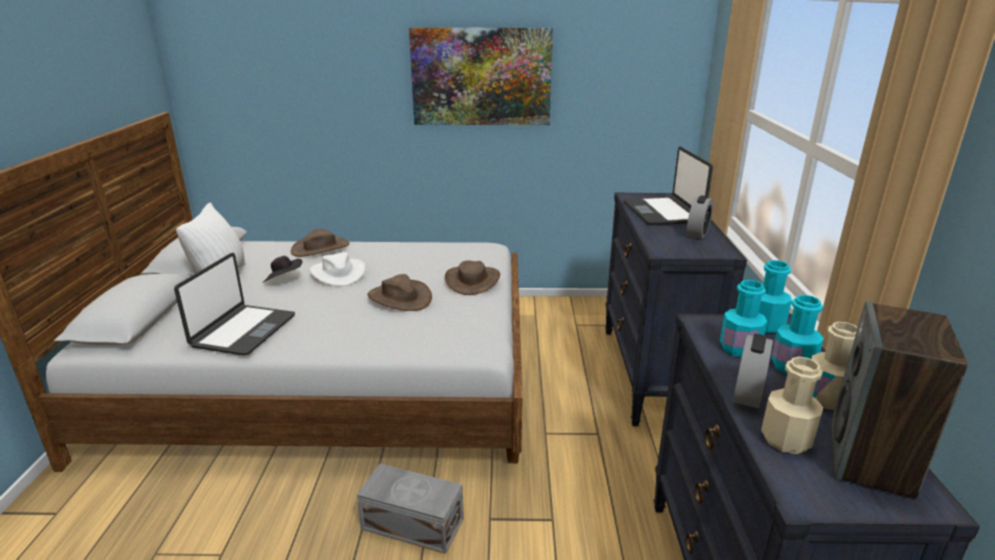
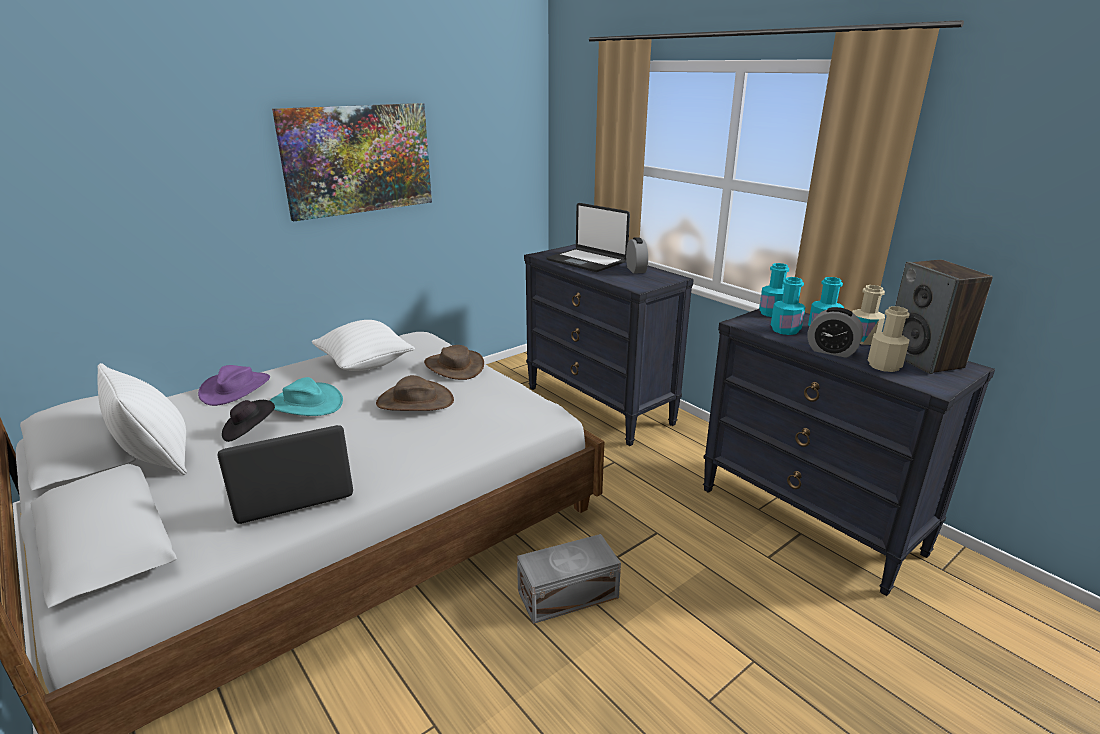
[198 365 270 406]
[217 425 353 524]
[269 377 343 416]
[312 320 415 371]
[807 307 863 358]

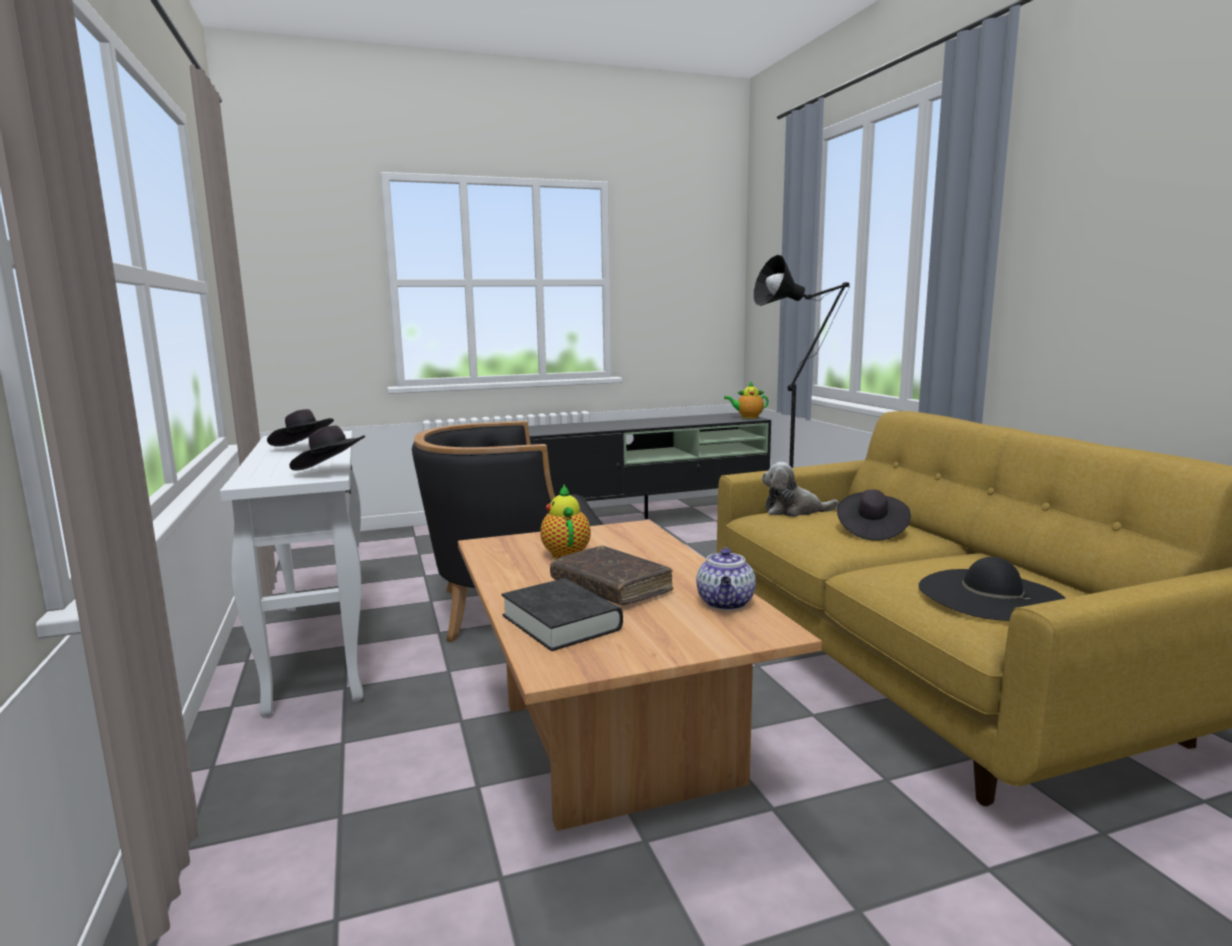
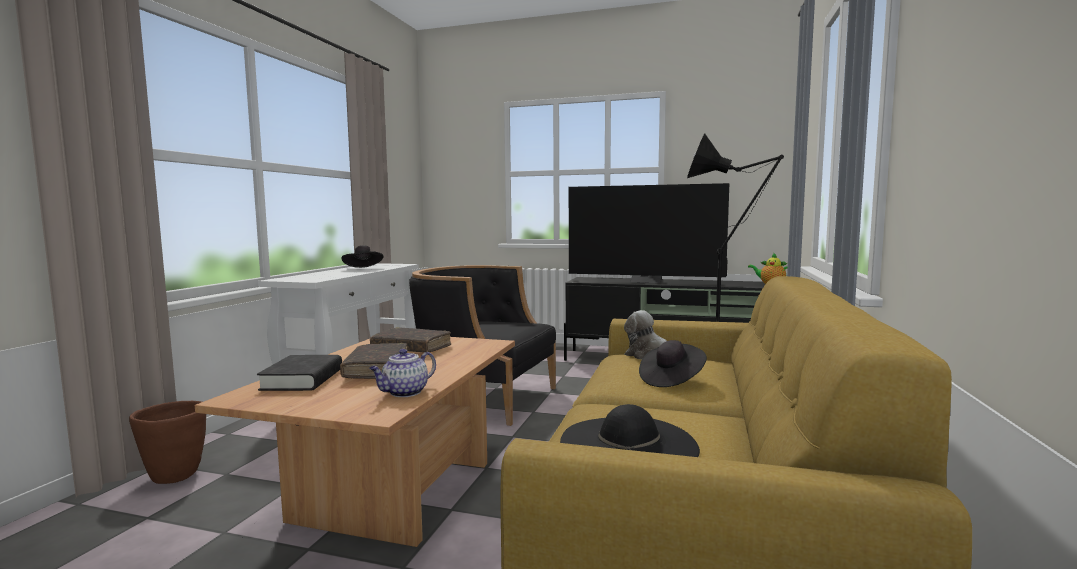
[129 401 206 484]
[370 327 452 353]
[569 183 729 283]
[289 426 365 471] (first image)

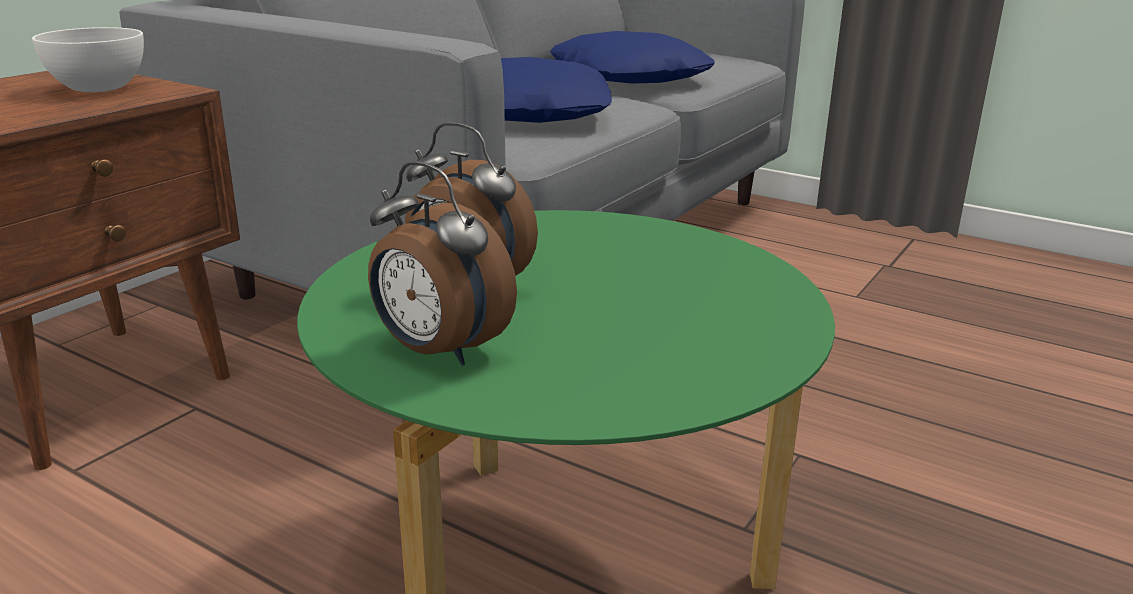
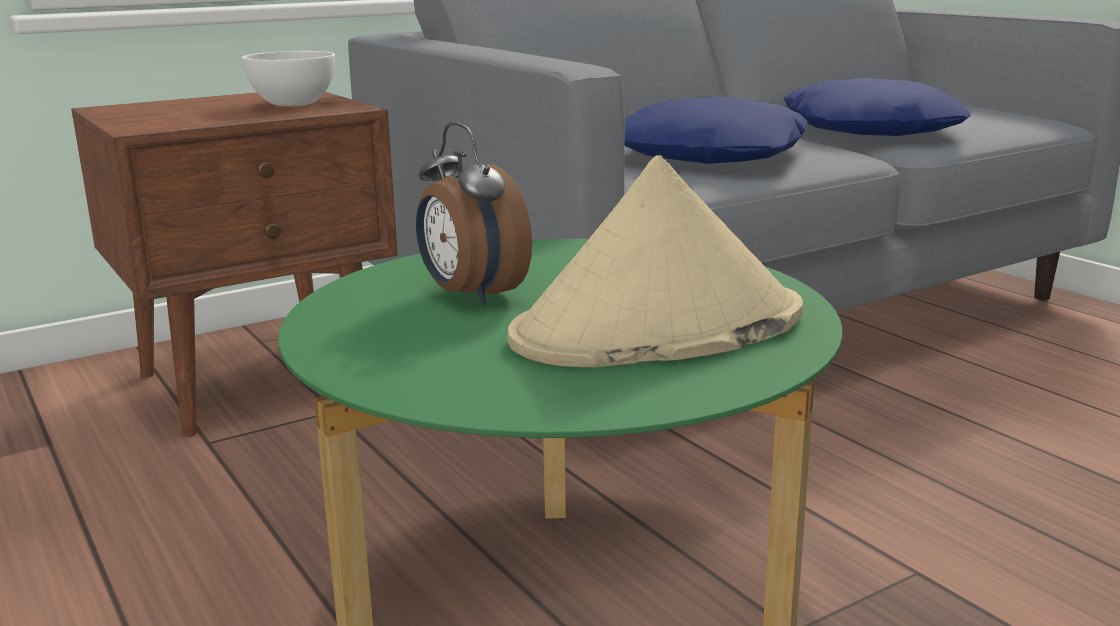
[507 155 803 368]
[368 161 517 366] (first image)

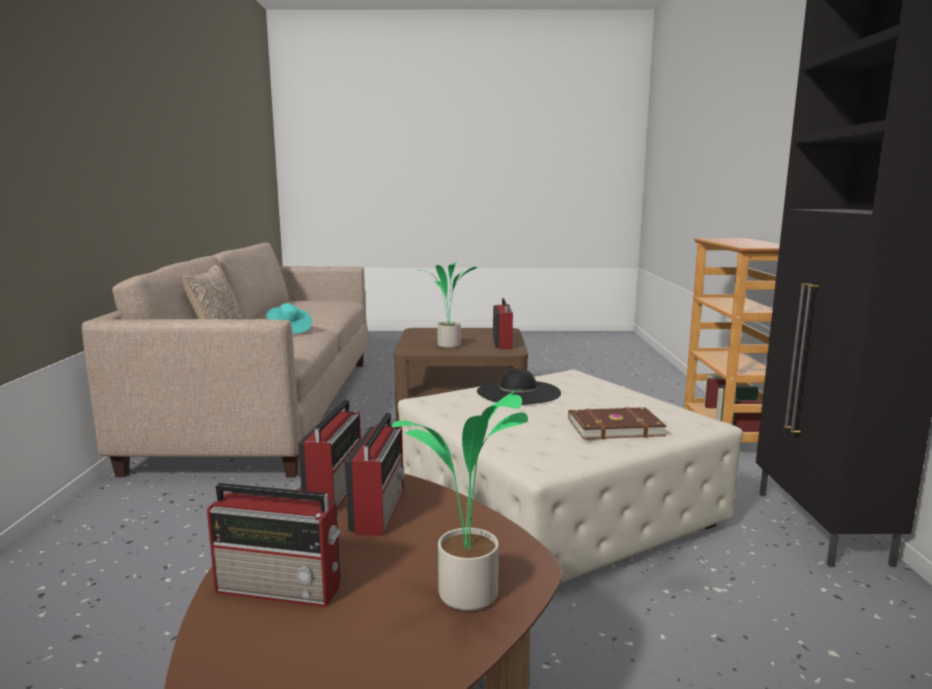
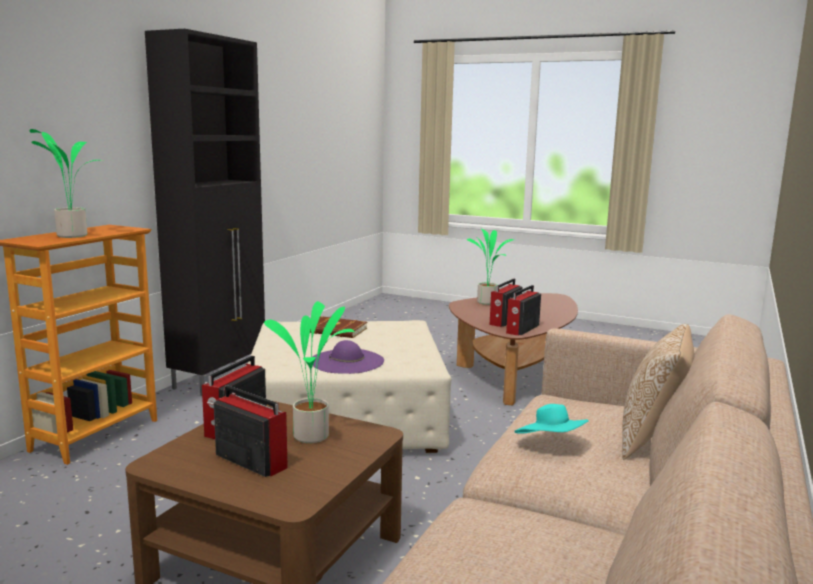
[30 129 103 238]
[214 385 288 477]
[313 340 384 374]

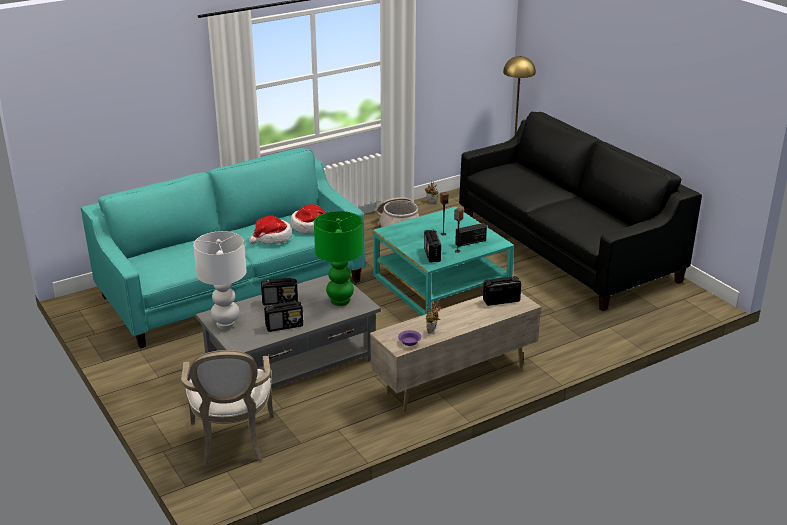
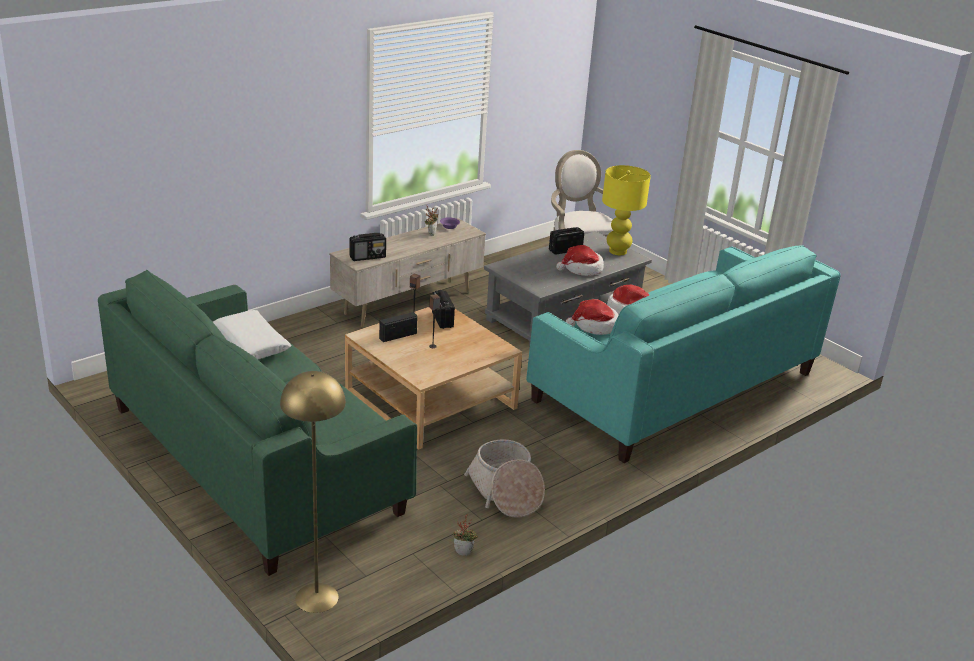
[98 270 417 576]
[213 310 291 360]
[345 307 522 450]
[556 245 604 276]
[602 165 651 255]
[314 211 363 306] (first image)

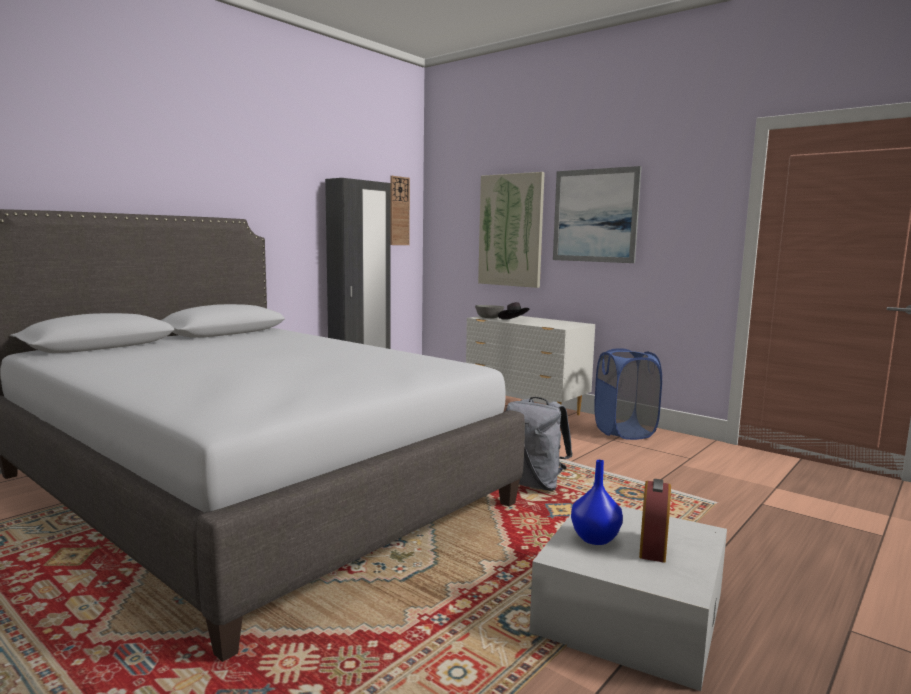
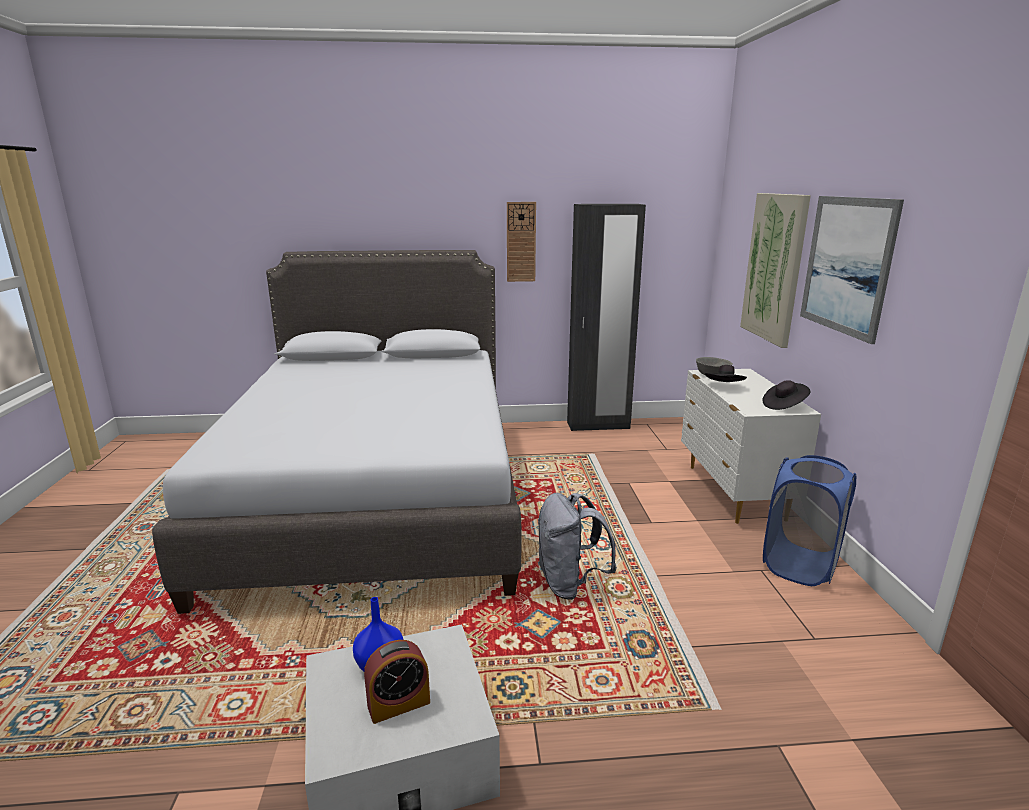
[507 202 536 282]
[762 380 810 410]

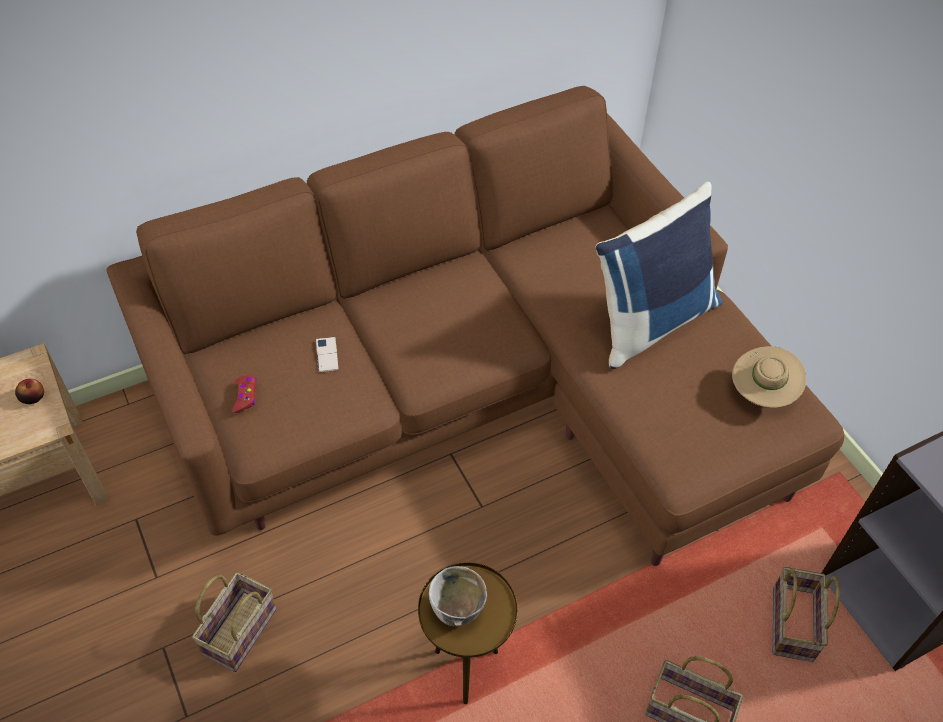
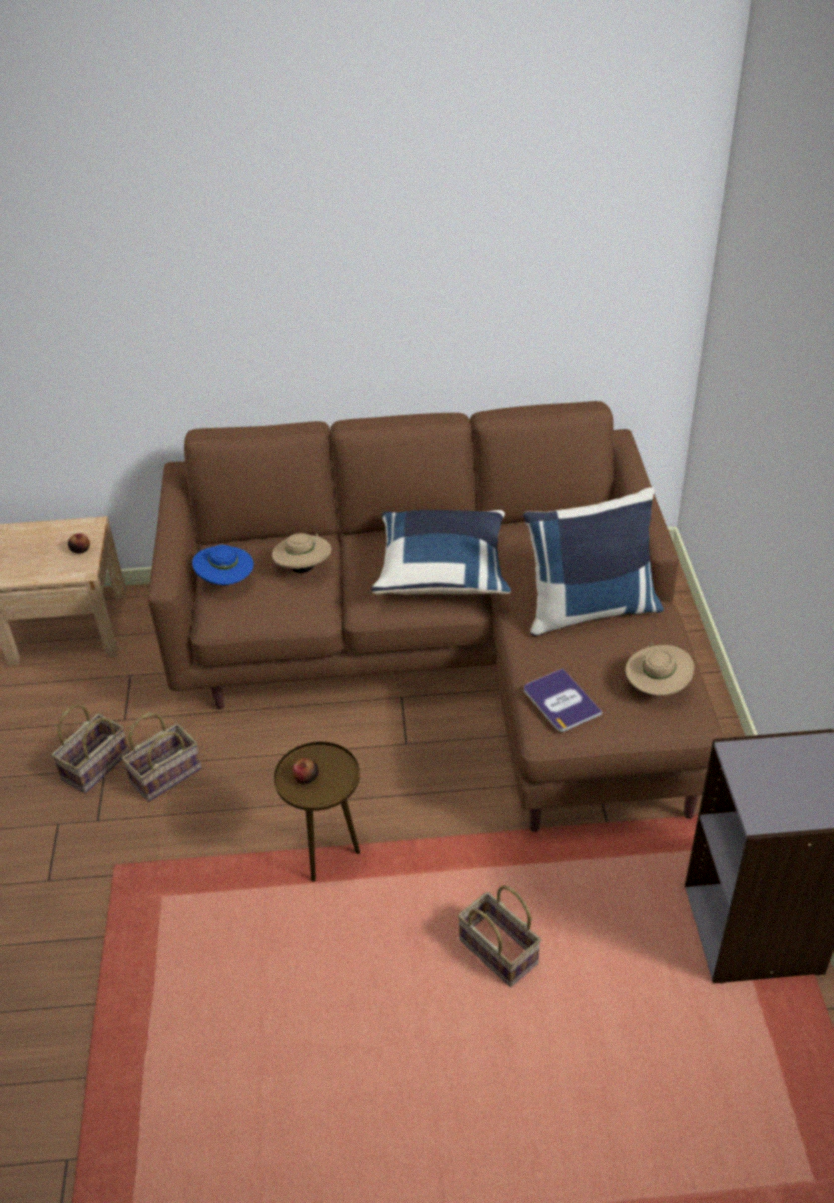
[51 704 129 793]
[192 545 254 586]
[272 533 331 573]
[292 758 319 784]
[371 510 511 595]
[524 668 602 732]

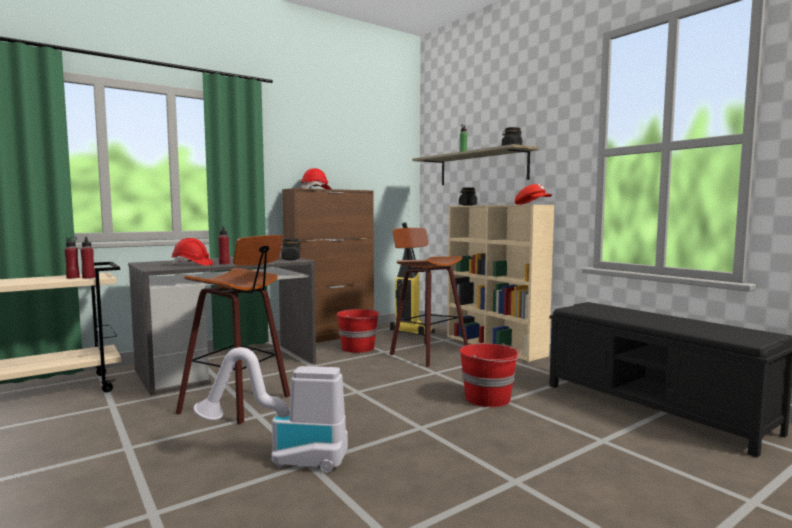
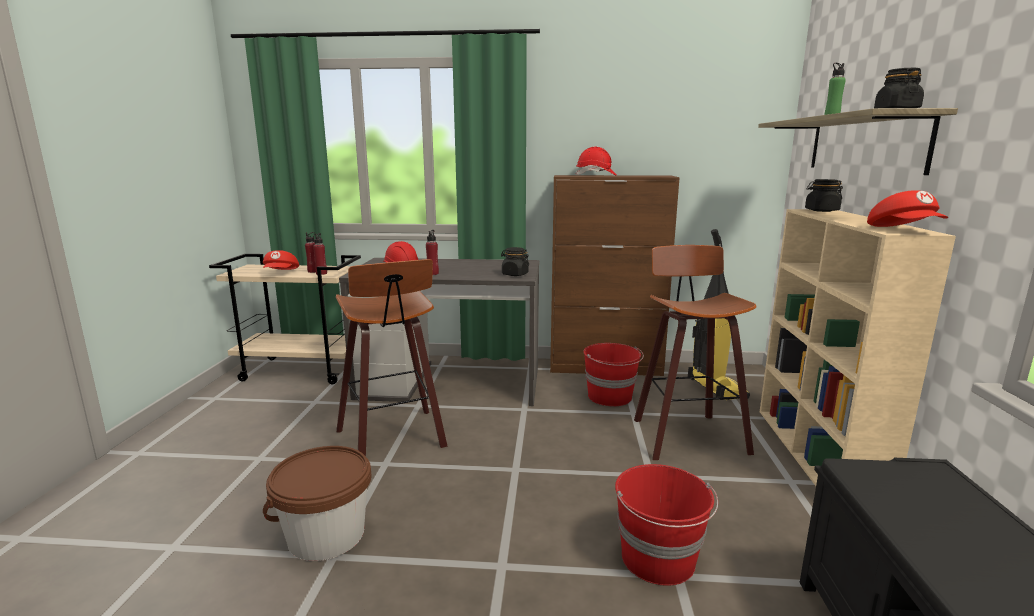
[263 250 299 270]
[263 446 371 561]

